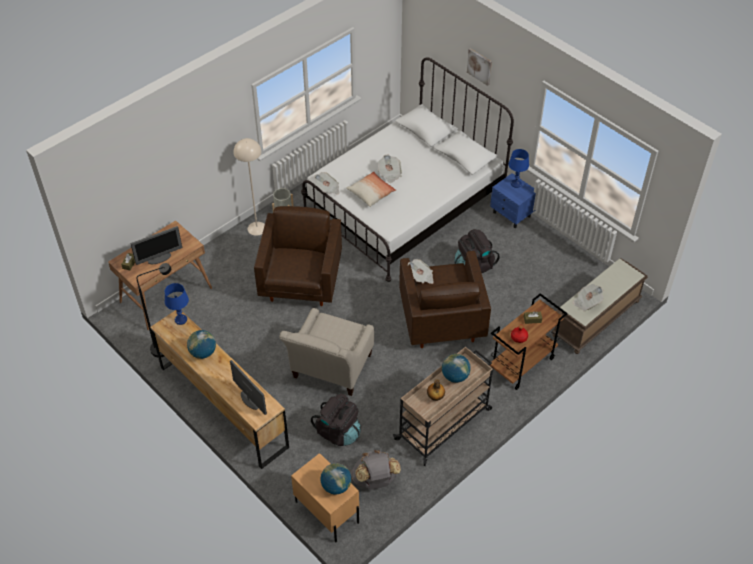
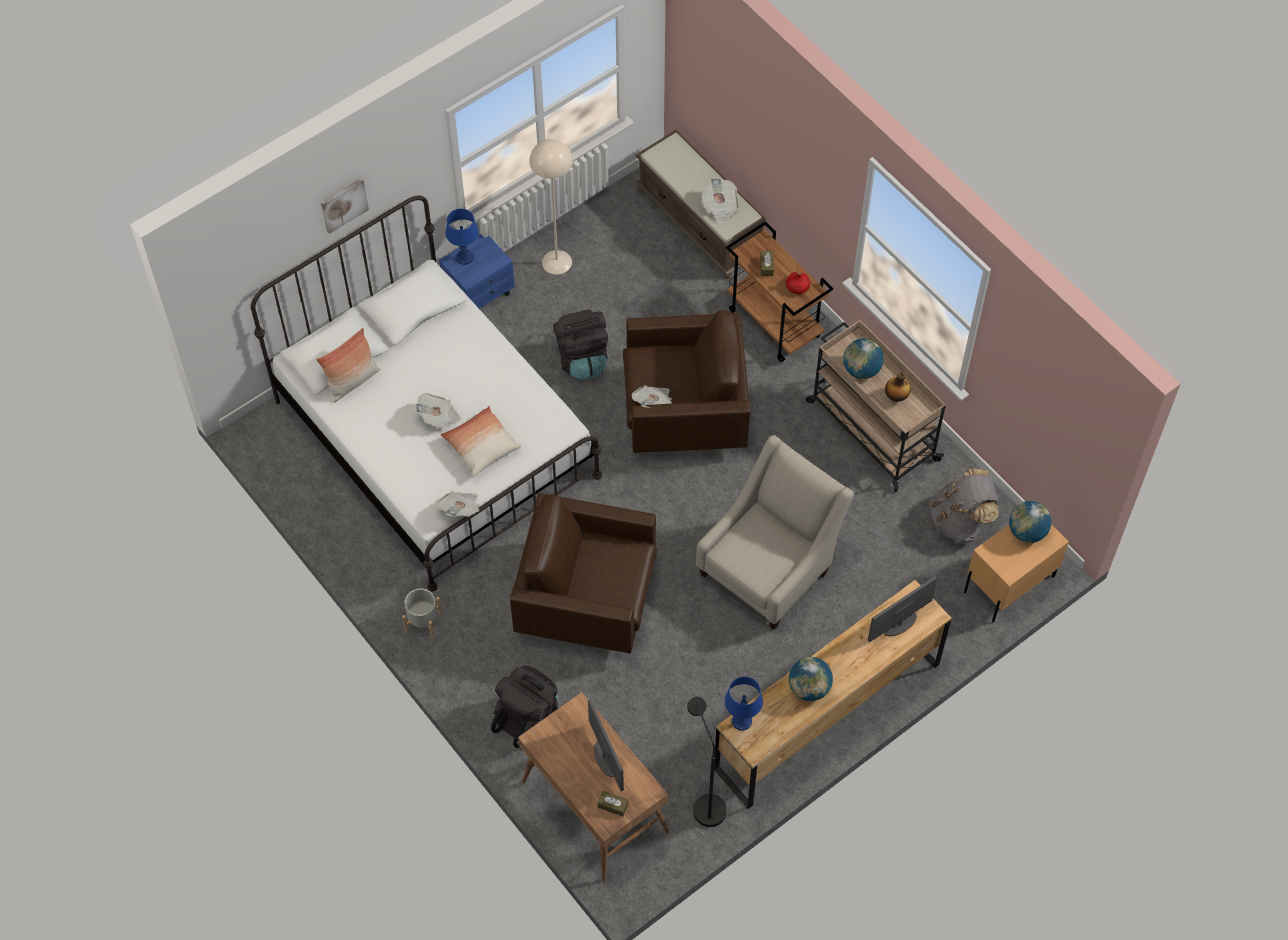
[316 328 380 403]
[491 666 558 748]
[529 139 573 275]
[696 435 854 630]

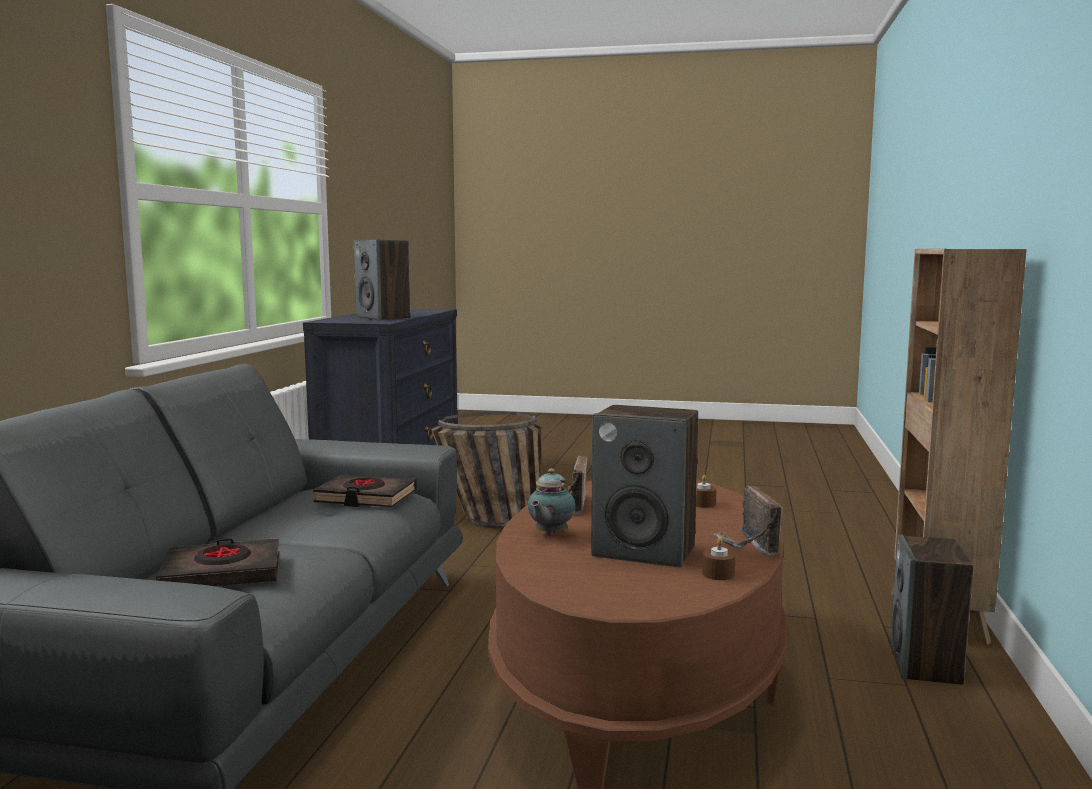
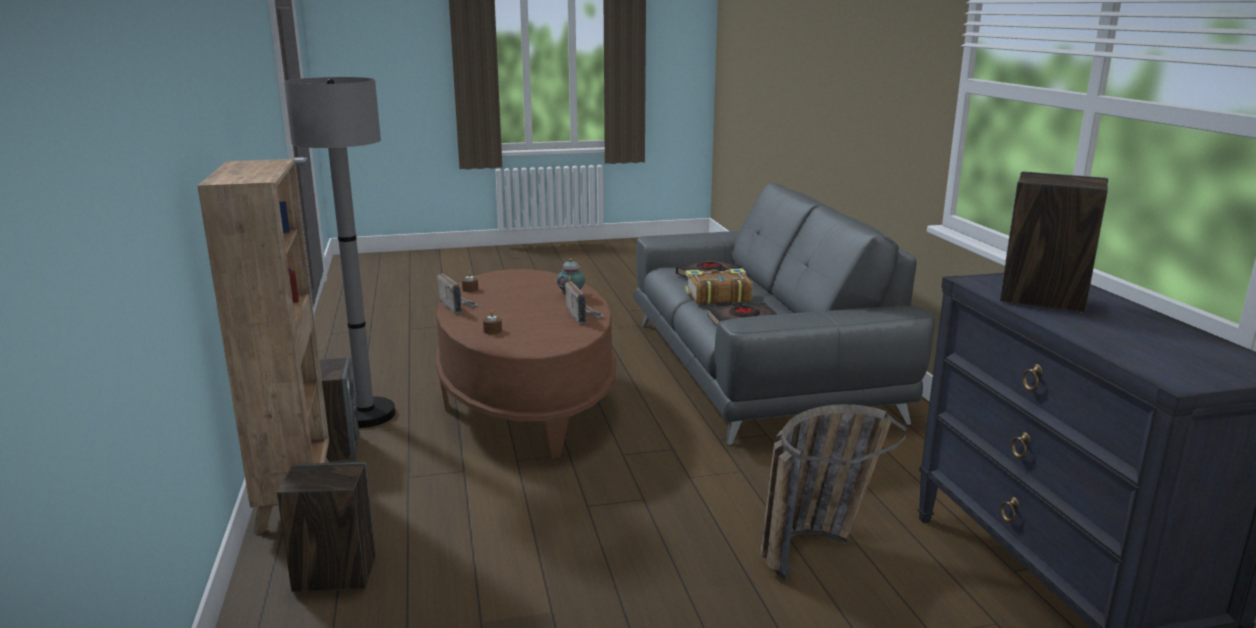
[277 462 376 592]
[284 77 396 428]
[685 268 753 305]

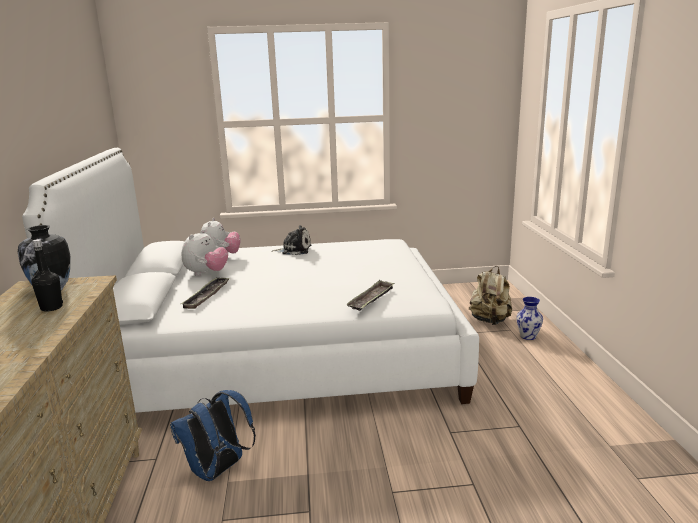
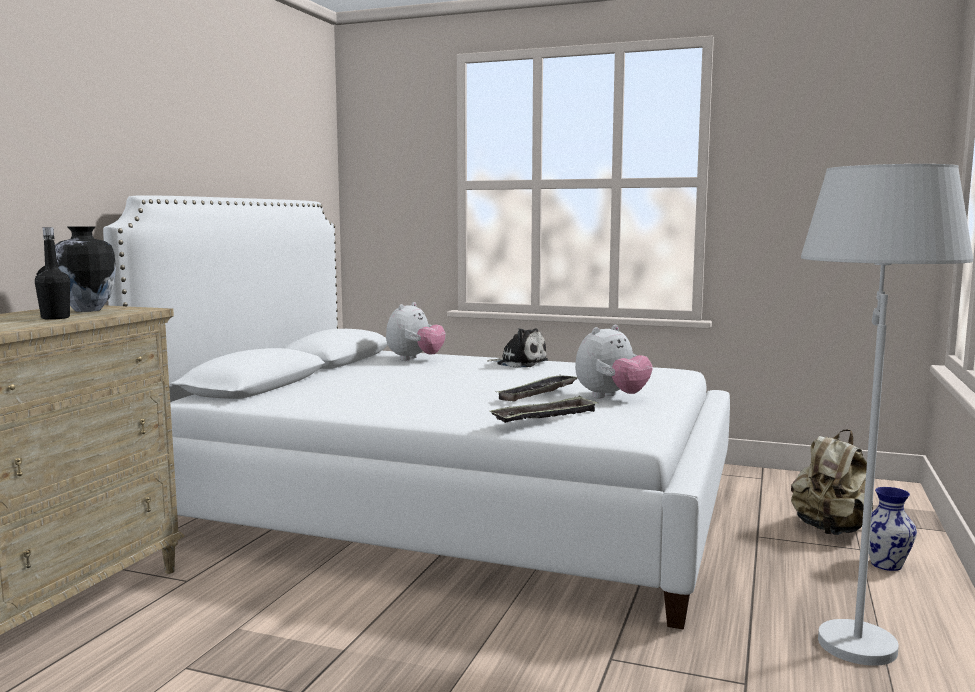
[497 375 577 401]
[575 325 653 398]
[801 164 973 666]
[170 390 256 481] (first image)

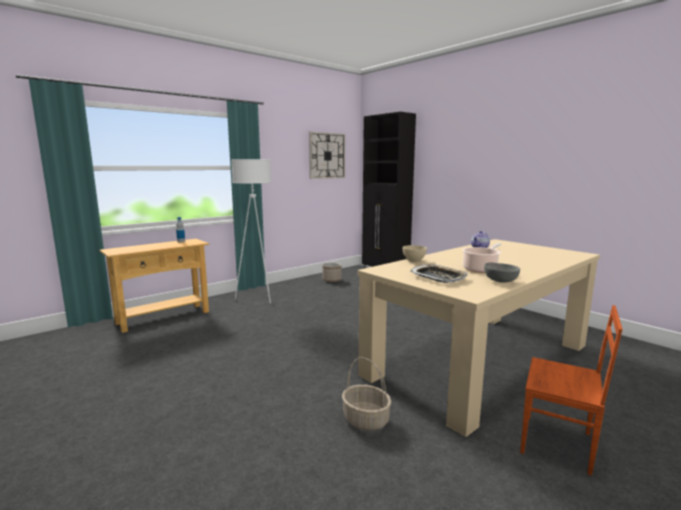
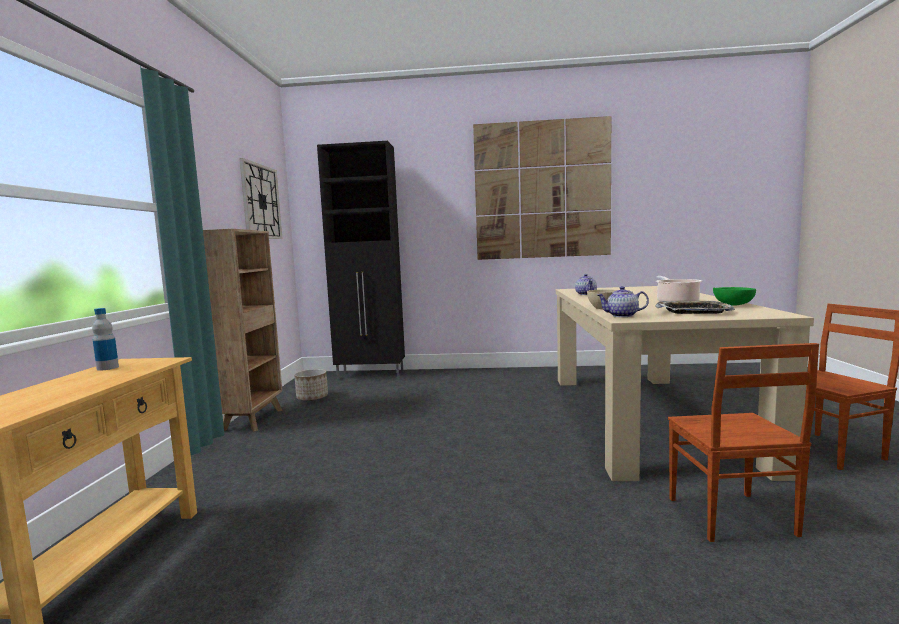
[203 229 283 431]
[473 116 611 260]
[597 286 649 317]
[668 343 819 542]
[713 287 756 306]
[231 159 271 303] (first image)

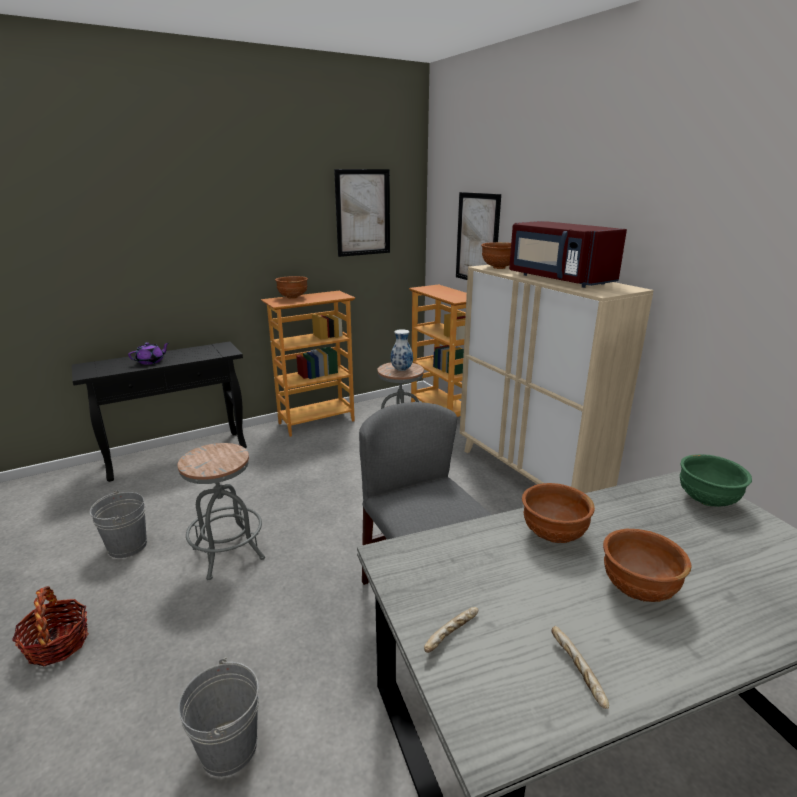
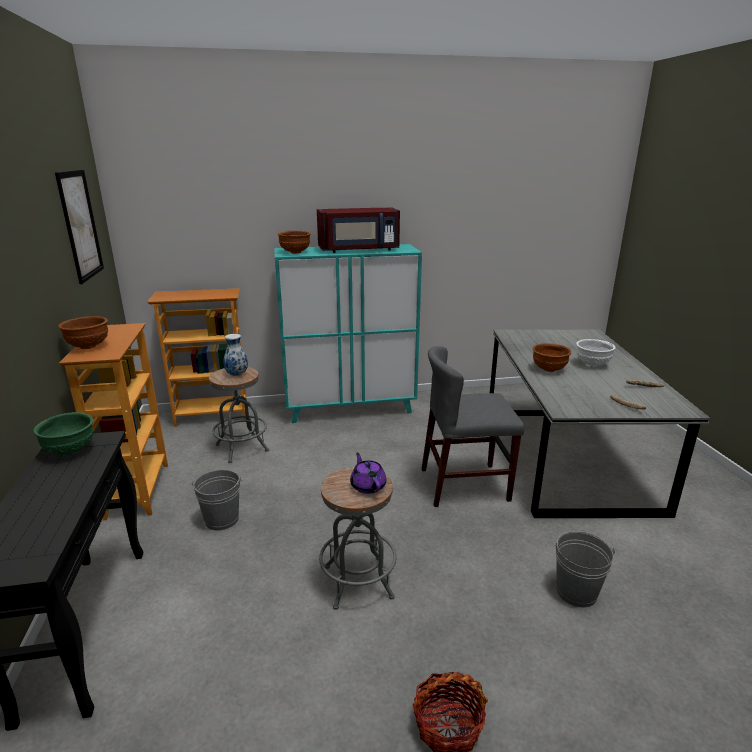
[33 412 93 455]
[190 470 243 530]
[274 244 422 423]
[350 453 386 494]
[576 339 616 367]
[456 192 501 280] (first image)

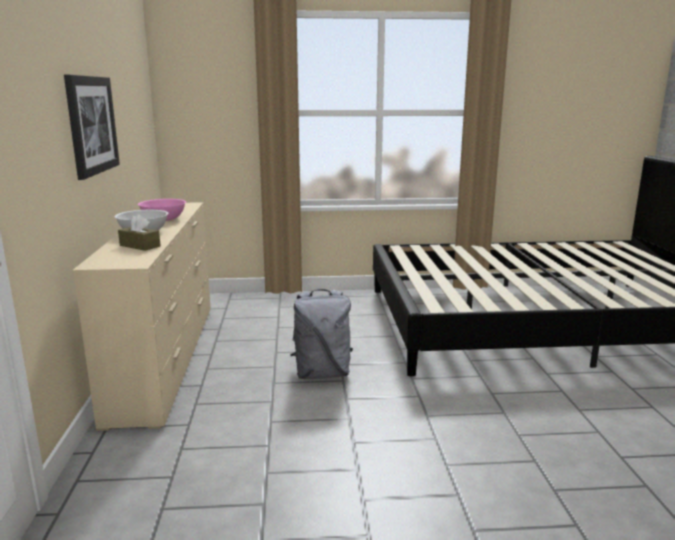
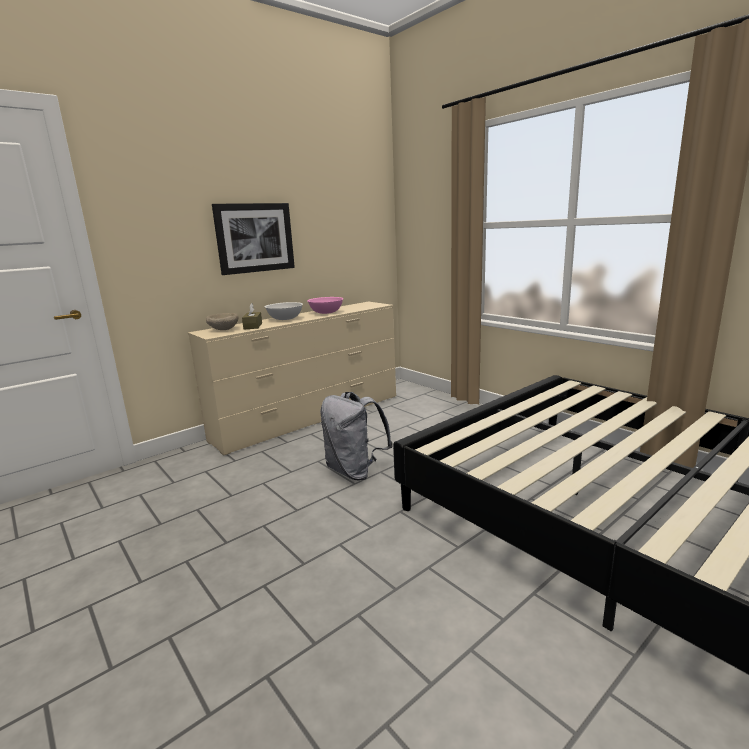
[206 313 238 330]

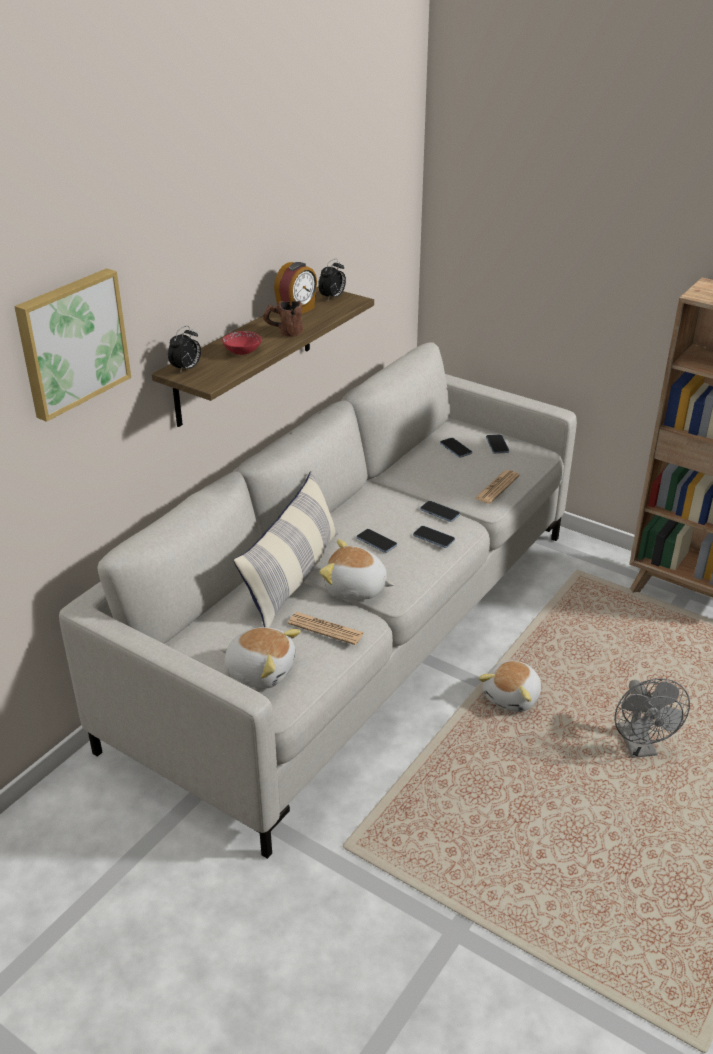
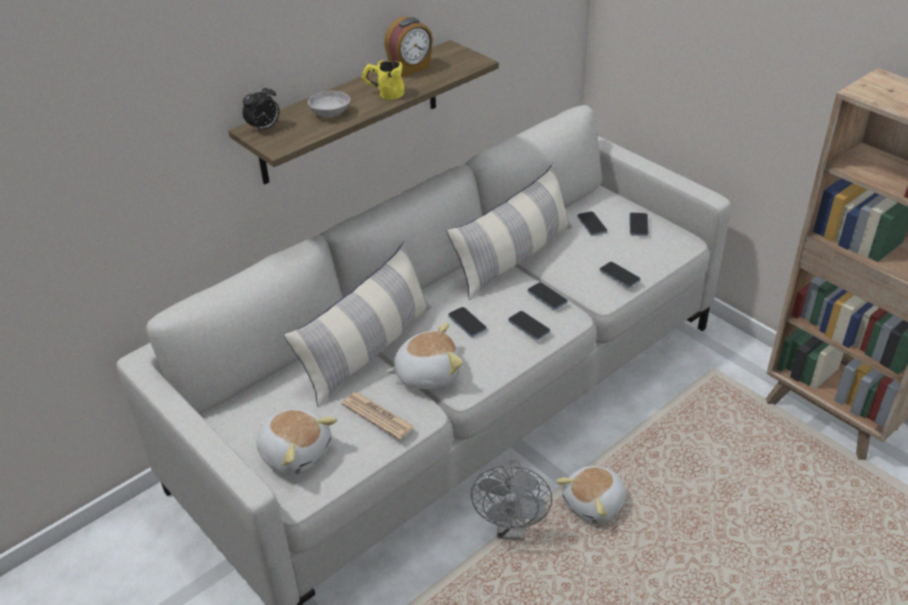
[308 90 350 117]
[362 60 405 100]
[386 323 463 389]
[447 163 572 300]
[471 460 552 540]
[599 262 641 288]
[14 268 131 422] (first image)
[318 259 346 300] (first image)

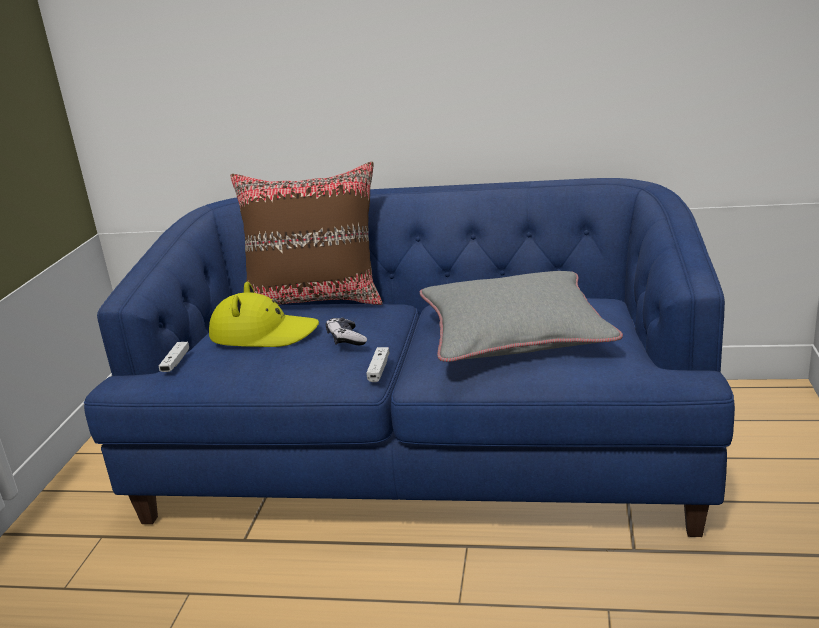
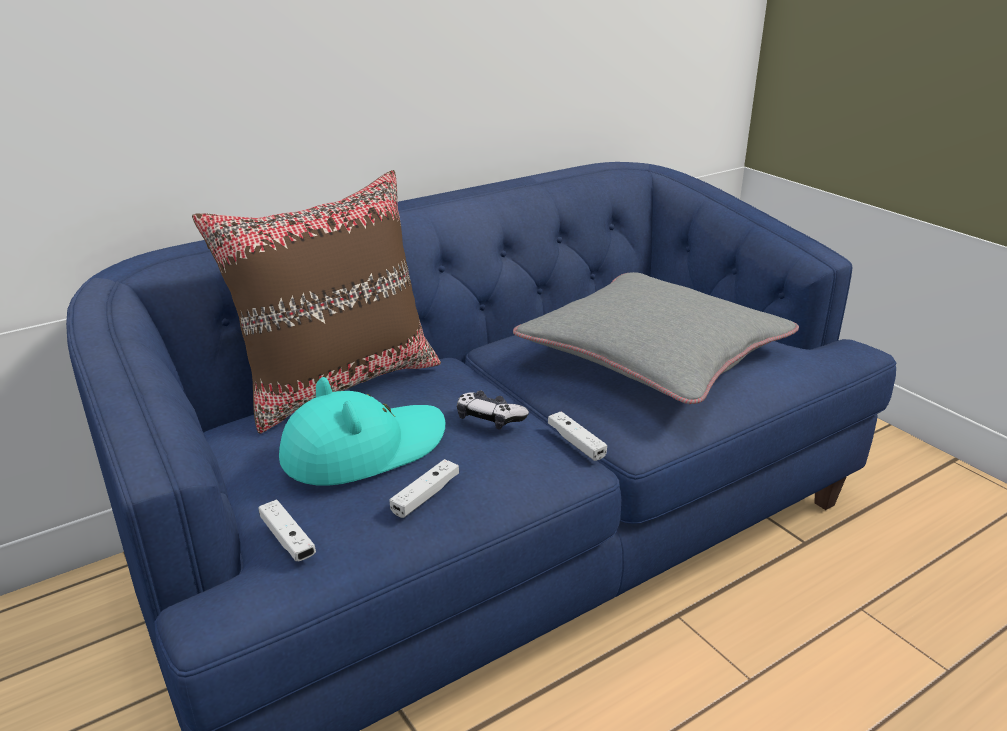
[279 377 445 486]
[390 459 459 518]

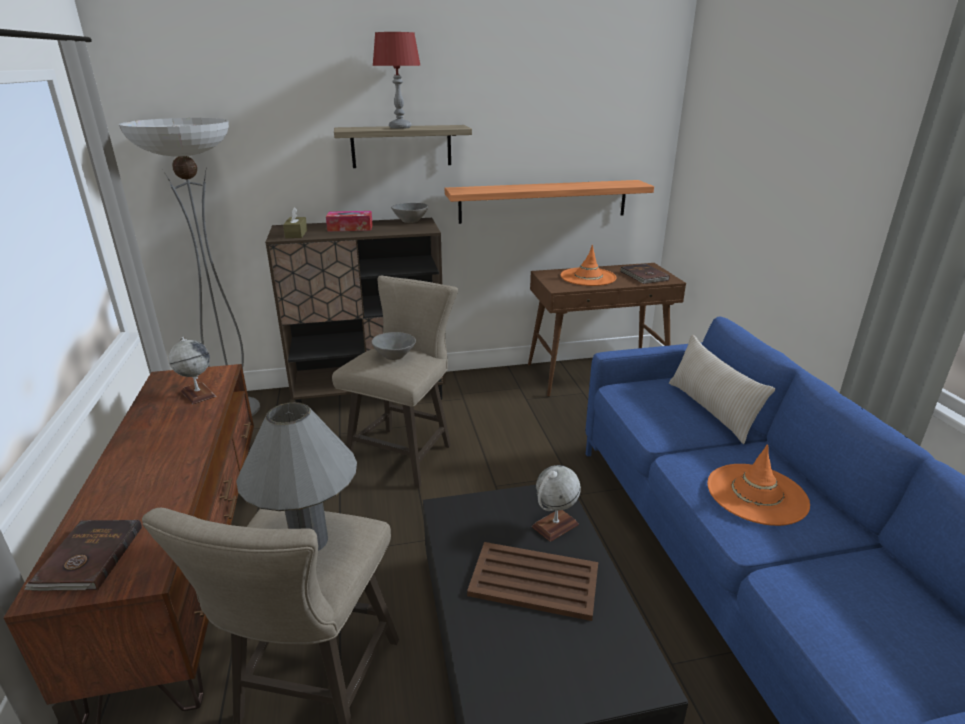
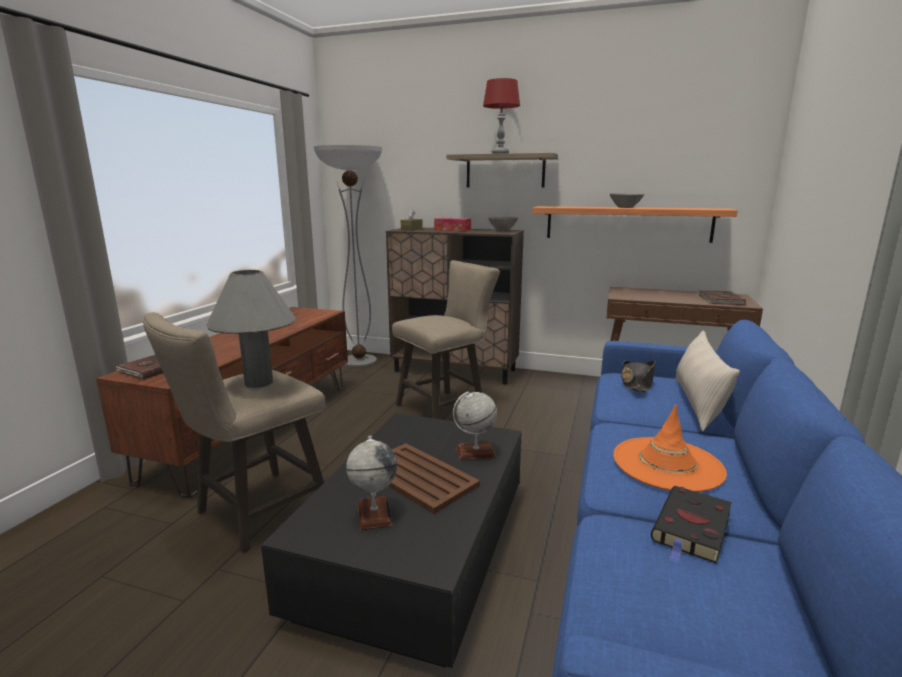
[346 436 397 530]
[610 193 644 208]
[621 361 656 392]
[651 486 732 564]
[561 245 617 286] (first image)

